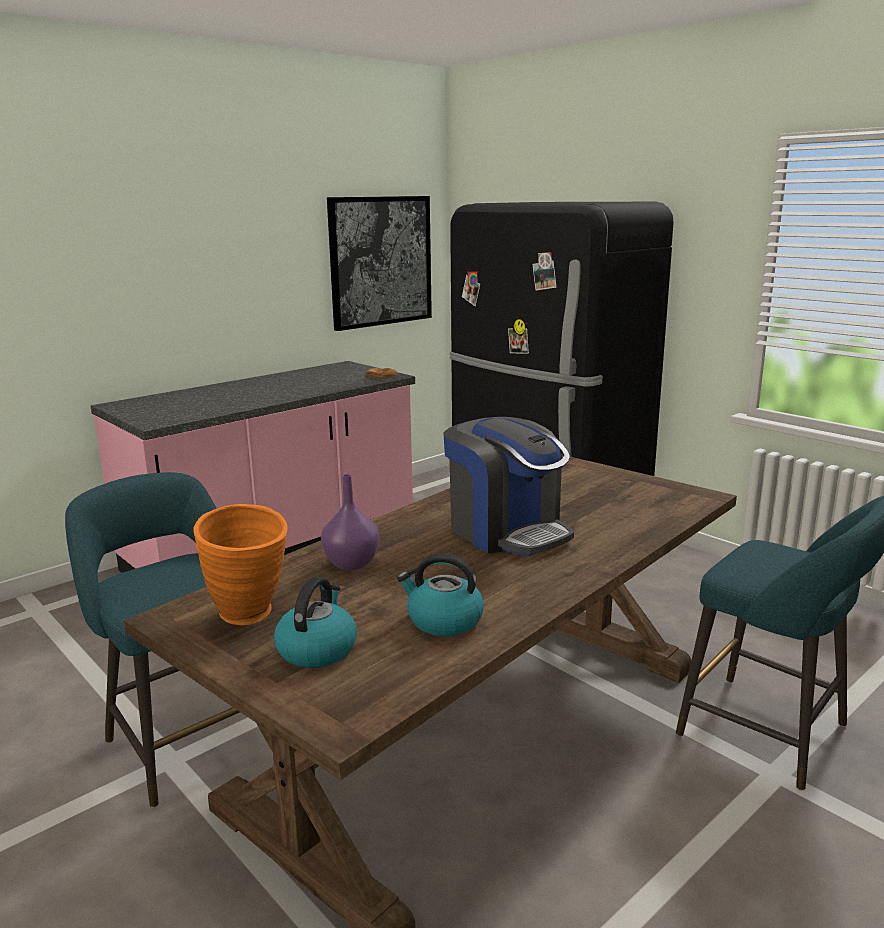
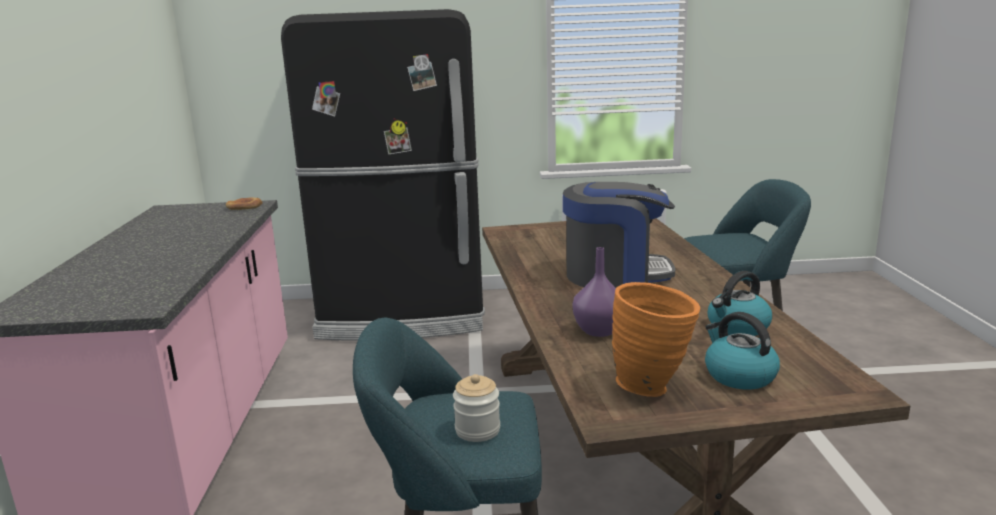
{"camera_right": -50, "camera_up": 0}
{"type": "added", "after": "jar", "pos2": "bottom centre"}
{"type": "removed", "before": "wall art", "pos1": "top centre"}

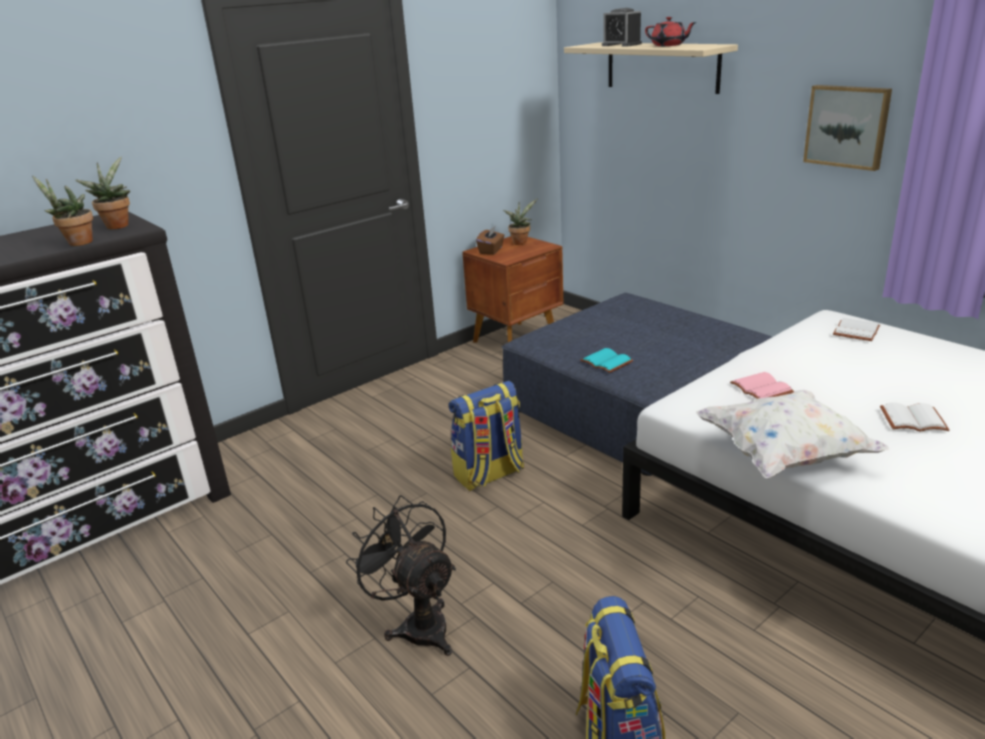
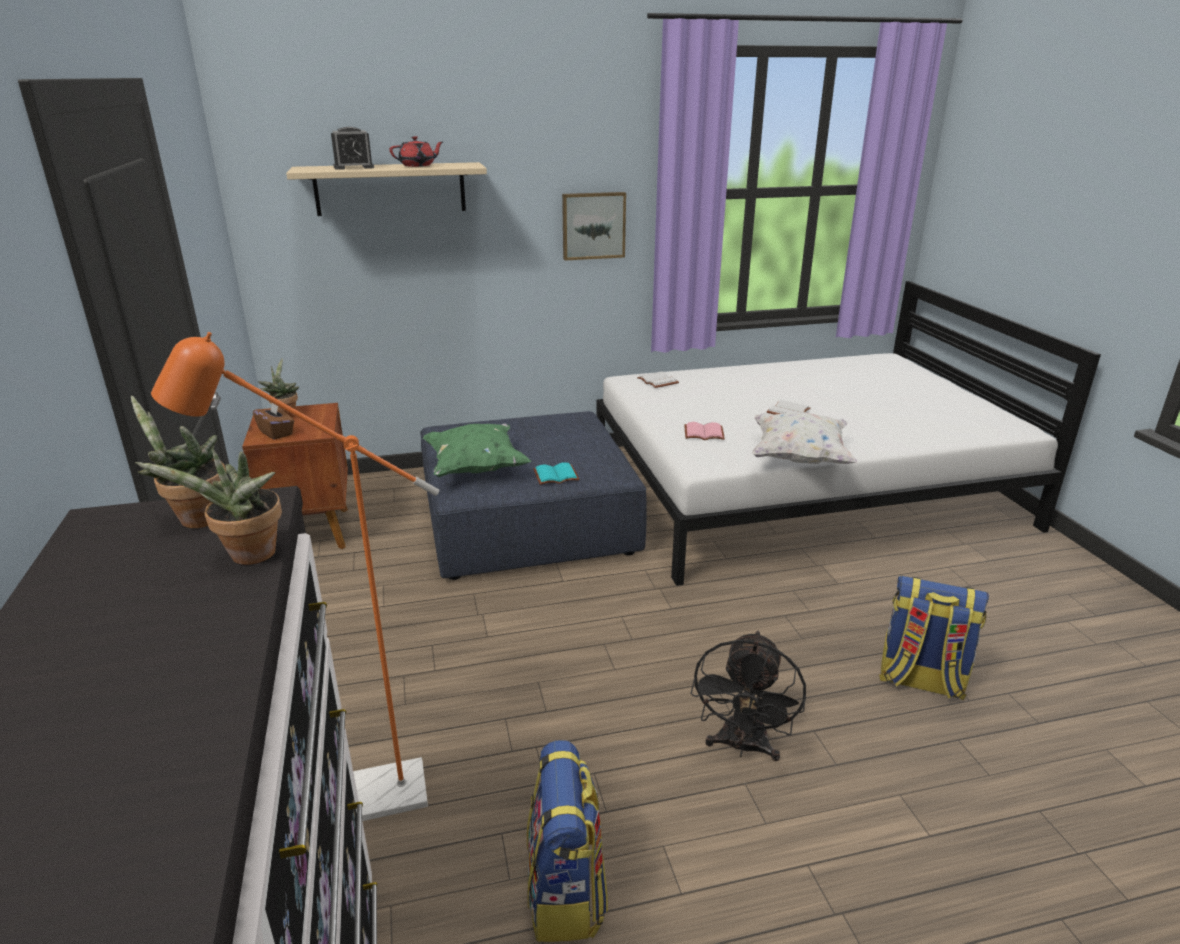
{"camera_right": -65, "camera_up": 0}
{"type": "added", "after": "orangey standard lamp", "pos2": "middle left"}
{"type": "added", "after": "greenish pillow", "pos2": "centre"}
{"type": "moved", "before": "rucksack (1st from left)", "pos1": "centre", "pos2": "bottom centre"}
{"type": "turned", "before": "blackish cooling fan", "pos1": "bottom centre", "pos2": "bottom centre", "turn": -60}

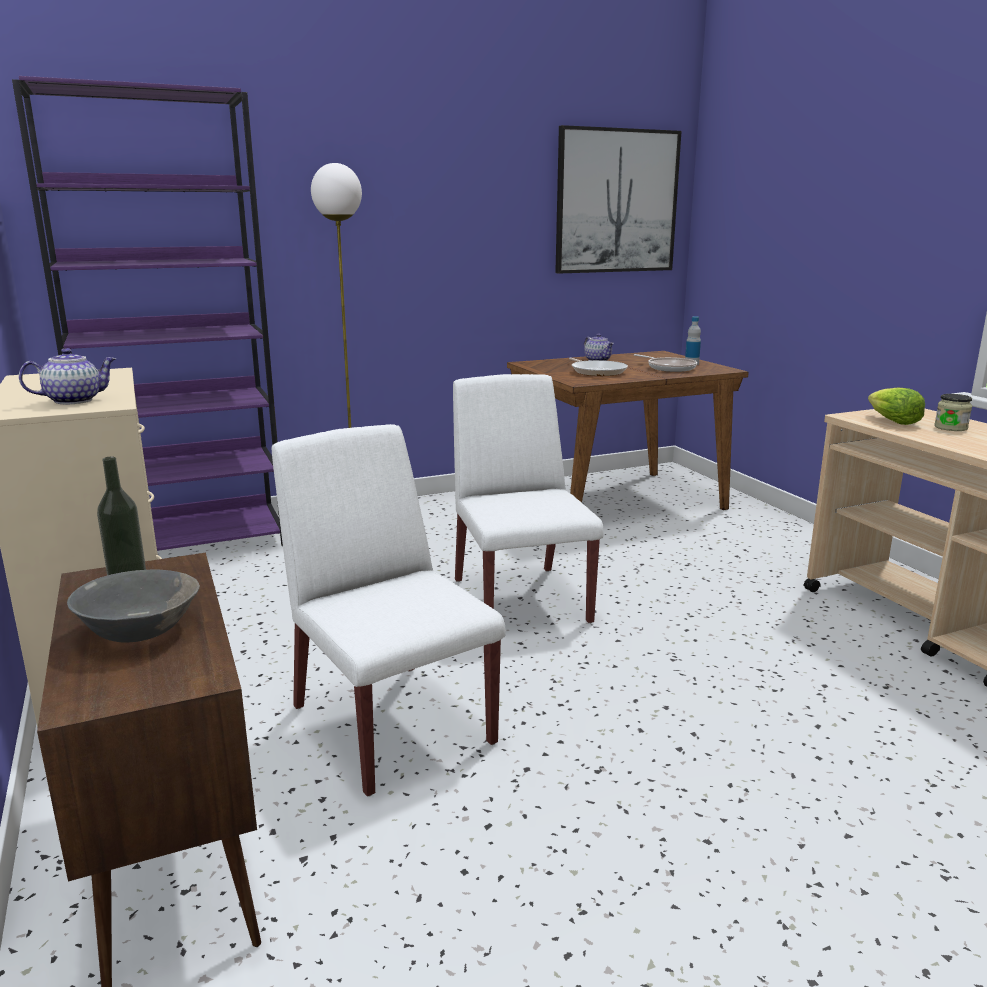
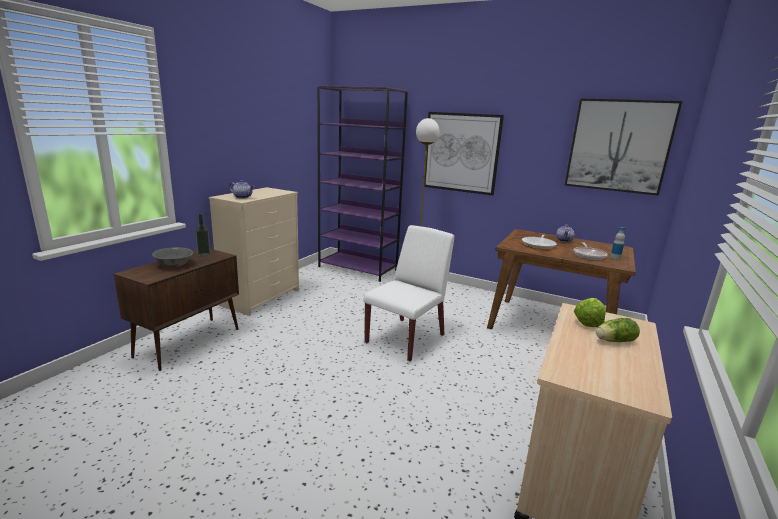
{"camera_right": 50, "camera_up": 0}
{"type": "added", "after": "wall art (1st from left)", "pos2": "top centre"}
{"type": "replaced", "before": "jar", "after": "head of lettuce (2nd from left)", "pos1": "middle right", "pos2": "middle right"}
{"type": "removed", "before": "white chair (1st from left)", "pos1": "centre"}

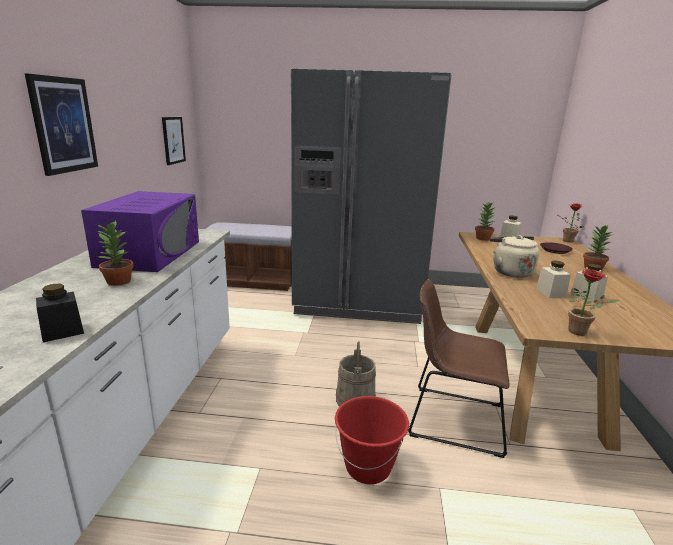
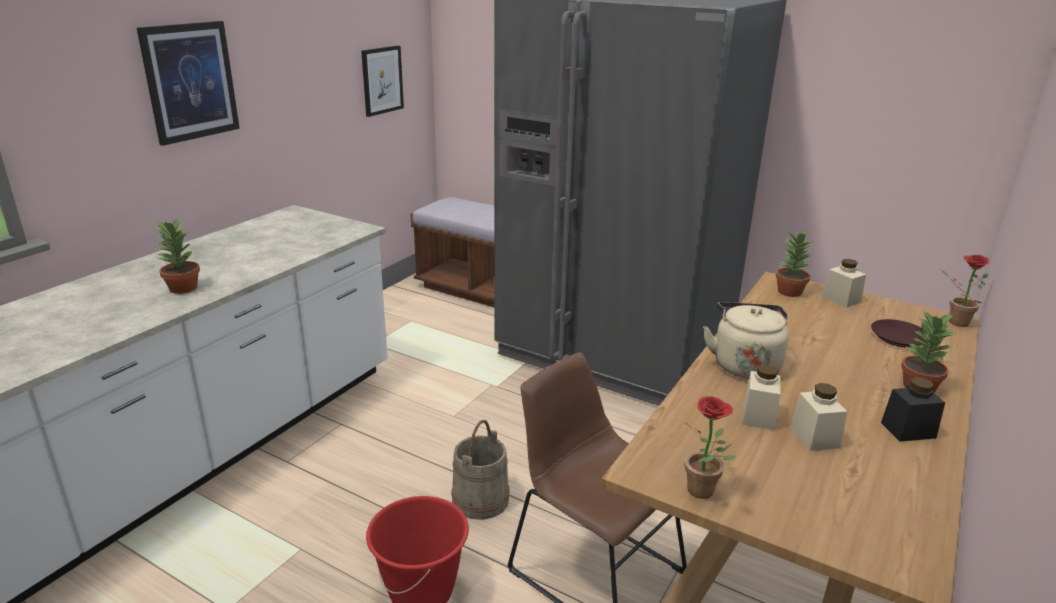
{"camera_right": 25, "camera_up": 5}
{"type": "moved", "before": "blackish jar", "pos1": "middle left", "pos2": "bottom right"}
{"type": "removed", "before": "purple kitchen microwave", "pos1": "middle left"}

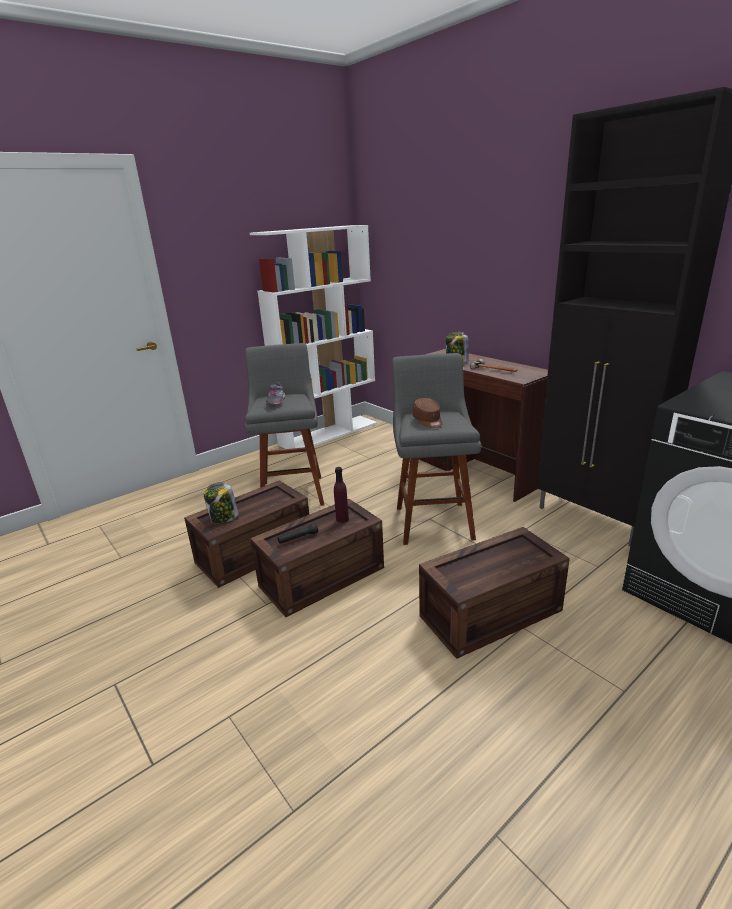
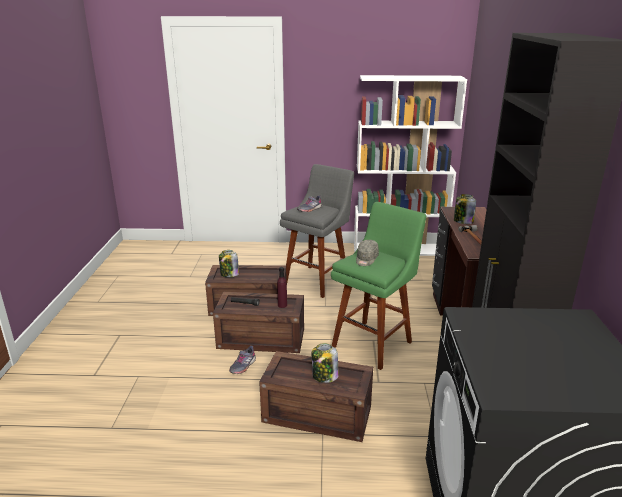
{"camera_right": 40, "camera_up": 0}
{"type": "added", "after": "grey item of footwear (1st from left)", "pos2": "bottom centre"}
{"type": "added", "after": "jar (2nd from left)", "pos2": "bottom centre"}
{"type": "recoloured", "before": "grey stool (2nd from left)", "after": "greenish stool", "pos1": "centre", "pos2": "centre"}
{"type": "recoloured", "before": "brownish cap", "after": "grey cap", "pos1": "centre", "pos2": "centre"}

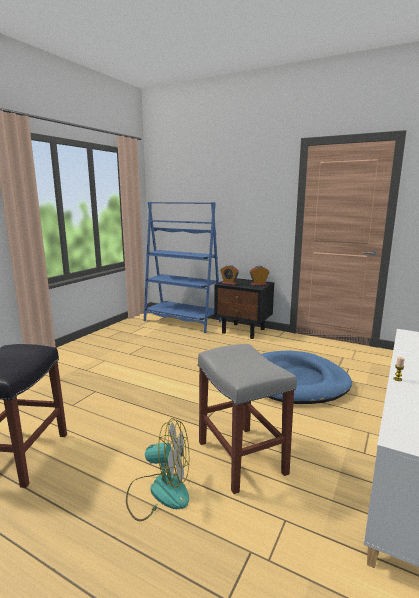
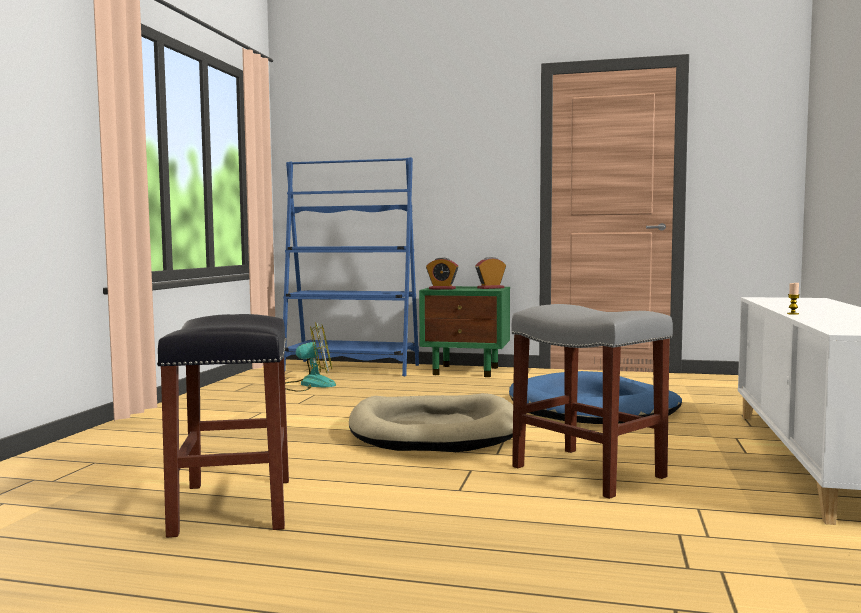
{"camera_right": -15, "camera_up": -10}
{"type": "moved", "before": "cooling fan", "pos1": "bottom centre", "pos2": "centre"}
{"type": "added", "after": "beige pet bed", "pos2": "bottom centre"}
{"type": "recoloured", "before": "blackish bedside table", "after": "greenish bedside table", "pos1": "centre", "pos2": "centre"}

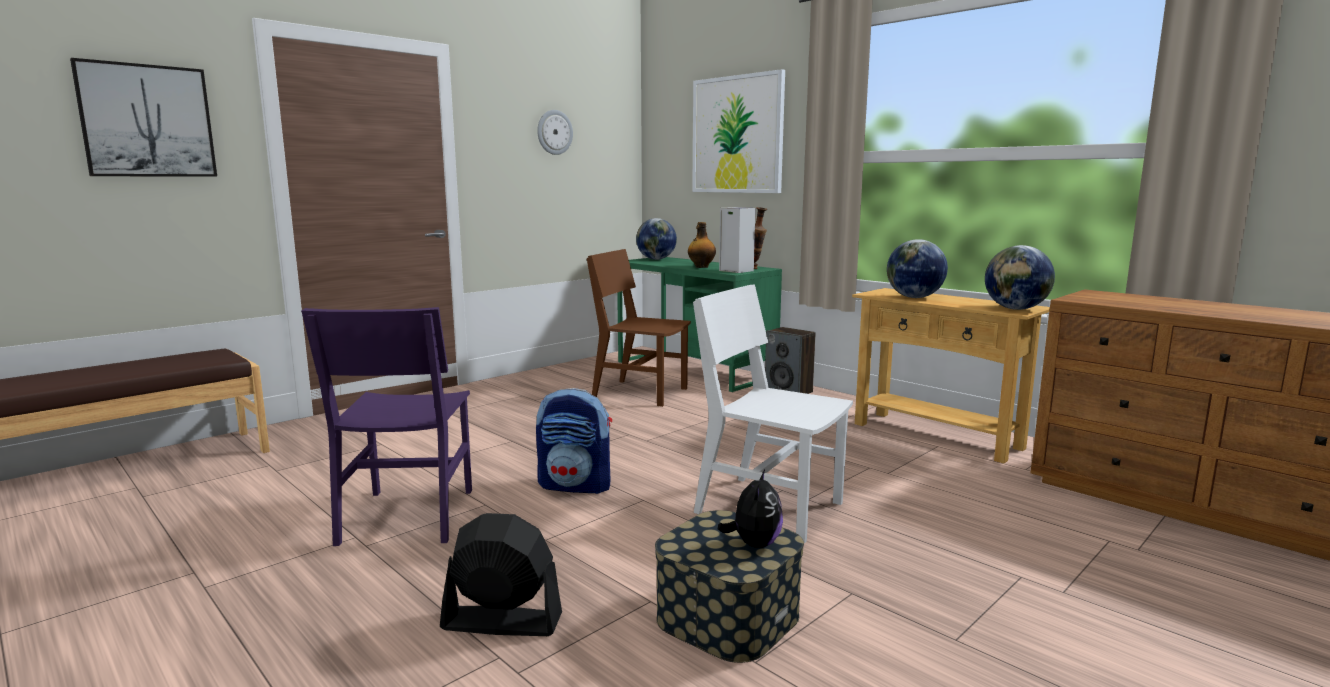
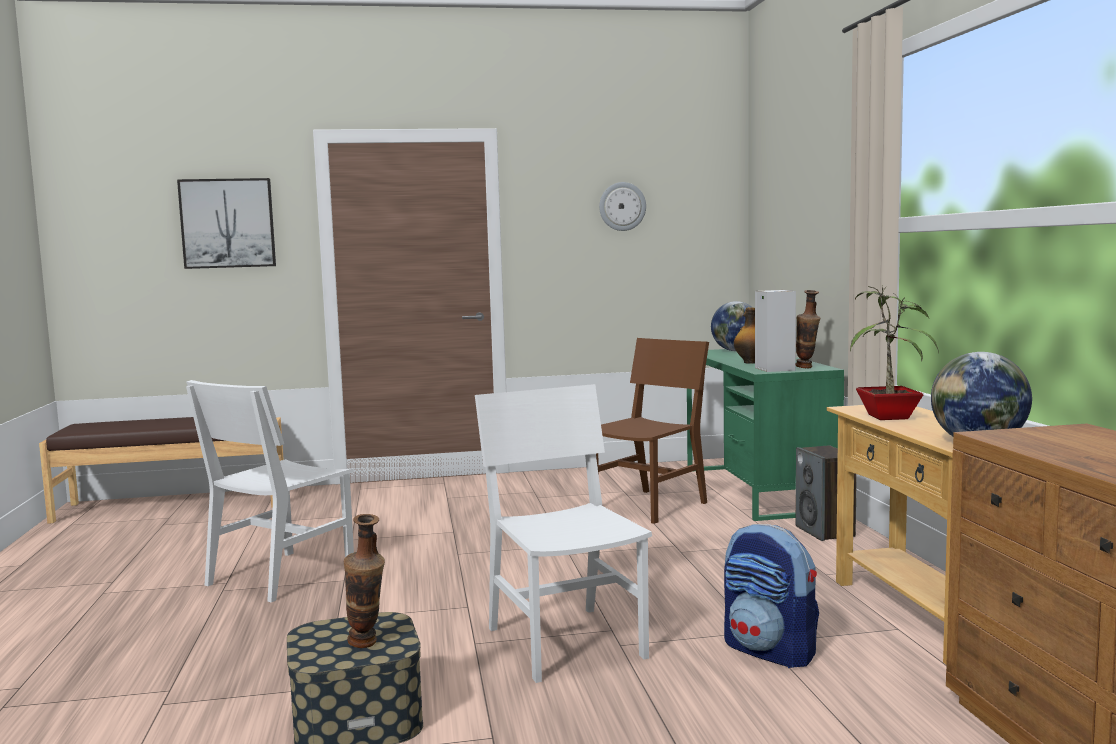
{"camera_right": 35, "camera_up": -5}
{"type": "recoloured", "before": "purple chair", "after": "white chair (1st from left)", "pos1": "middle left", "pos2": "middle left"}
{"type": "replaced", "before": "soft toy", "after": "flower vase (1st from left)", "pos1": "bottom centre", "pos2": "bottom left"}
{"type": "turned", "before": "brownish chair", "pos1": "centre", "pos2": "centre", "turn": 75}
{"type": "moved", "before": "rucksack", "pos1": "centre", "pos2": "bottom right"}
{"type": "replaced", "before": "world globe (2nd from left)", "after": "houseplant", "pos1": "middle right", "pos2": "middle right"}
{"type": "removed", "before": "blackish cooling fan", "pos1": "bottom centre"}
{"type": "removed", "before": "wall art (2nd from left)", "pos1": "top centre"}

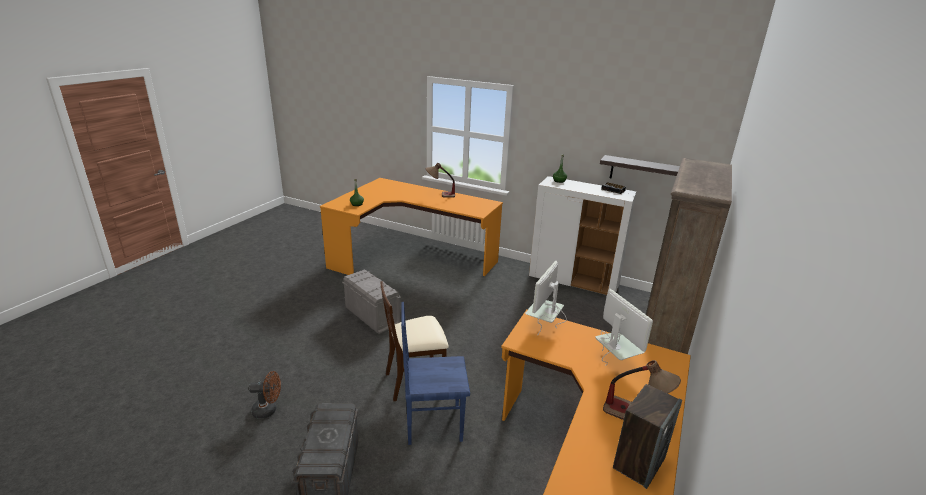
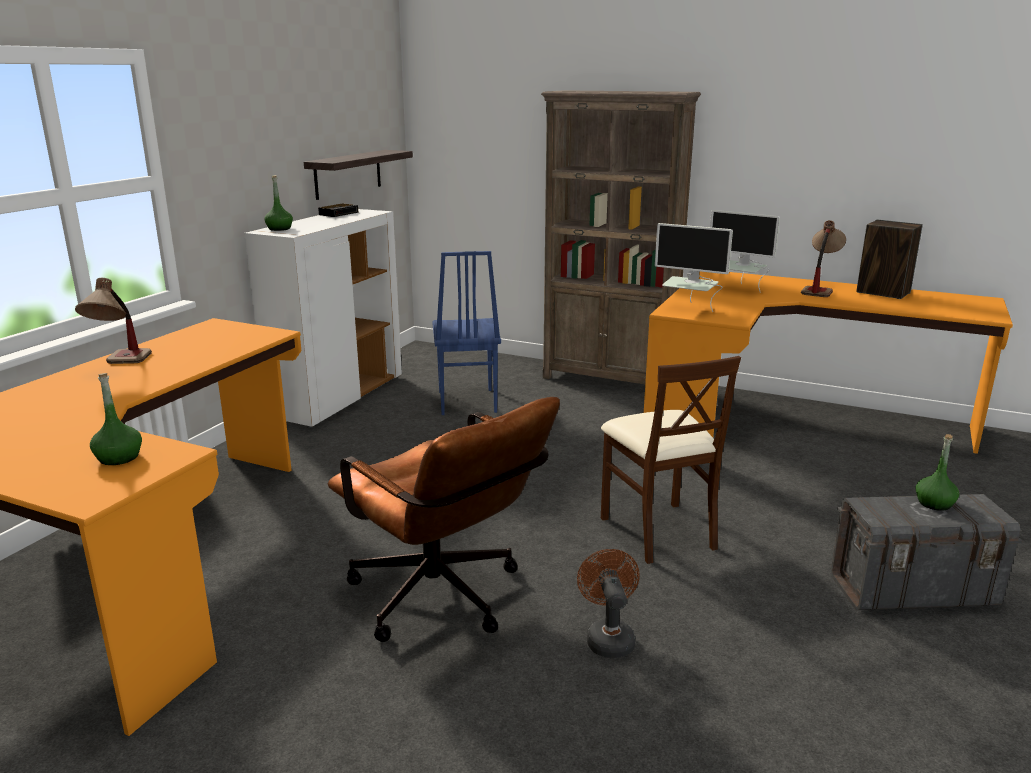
{"camera_right": -90, "camera_up": -5}
{"type": "replaced", "before": "grey storage bin (2nd from left)", "after": "brownish office chair", "pos1": "centre", "pos2": "bottom centre"}
{"type": "moved", "before": "blue chair", "pos1": "bottom centre", "pos2": "centre"}
{"type": "moved", "before": "brownish cooling fan", "pos1": "bottom left", "pos2": "bottom centre"}
{"type": "turned", "before": "computer display (2nd from left)", "pos1": "middle right", "pos2": "top right", "turn": -120}
{"type": "added", "after": "greenish bottle (3rd from left)", "pos2": "middle right"}

